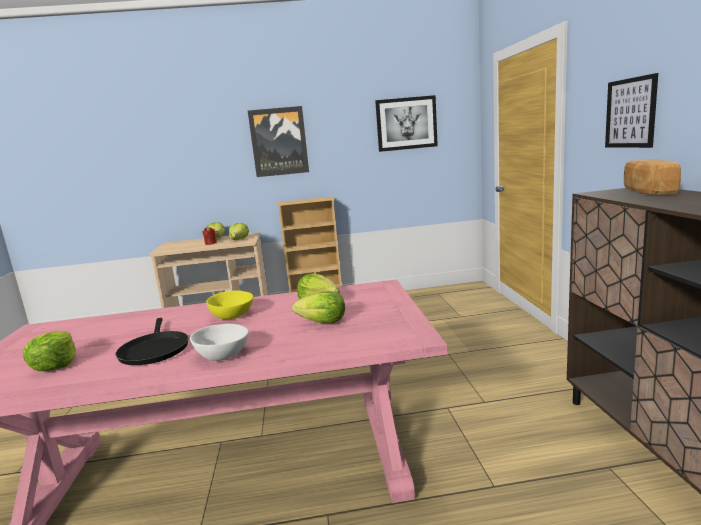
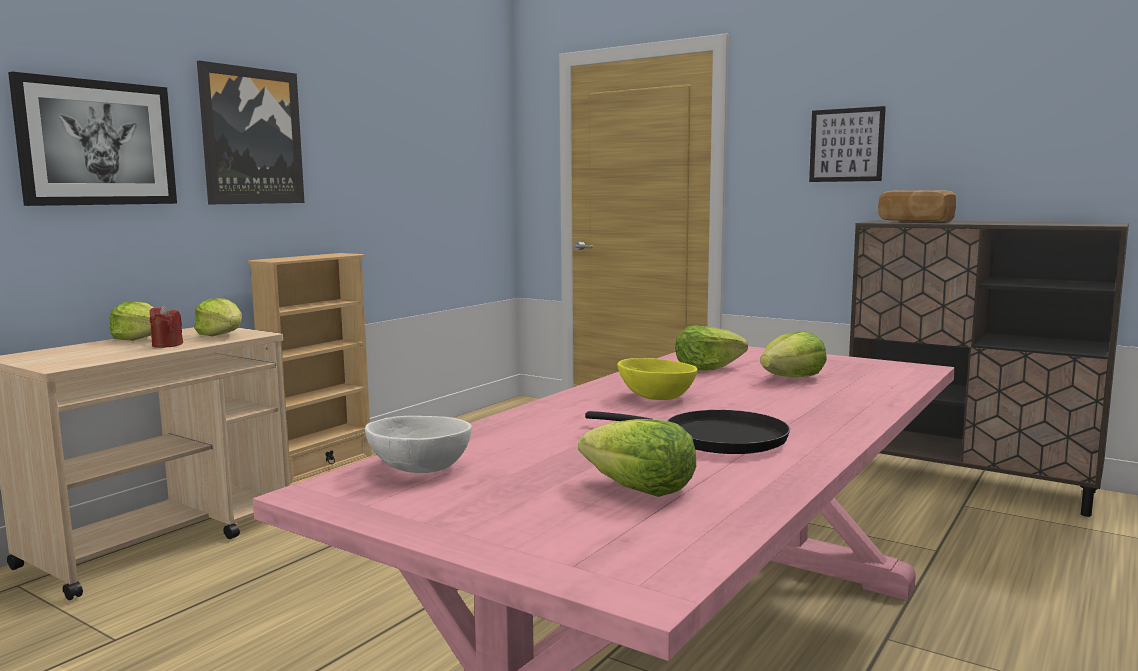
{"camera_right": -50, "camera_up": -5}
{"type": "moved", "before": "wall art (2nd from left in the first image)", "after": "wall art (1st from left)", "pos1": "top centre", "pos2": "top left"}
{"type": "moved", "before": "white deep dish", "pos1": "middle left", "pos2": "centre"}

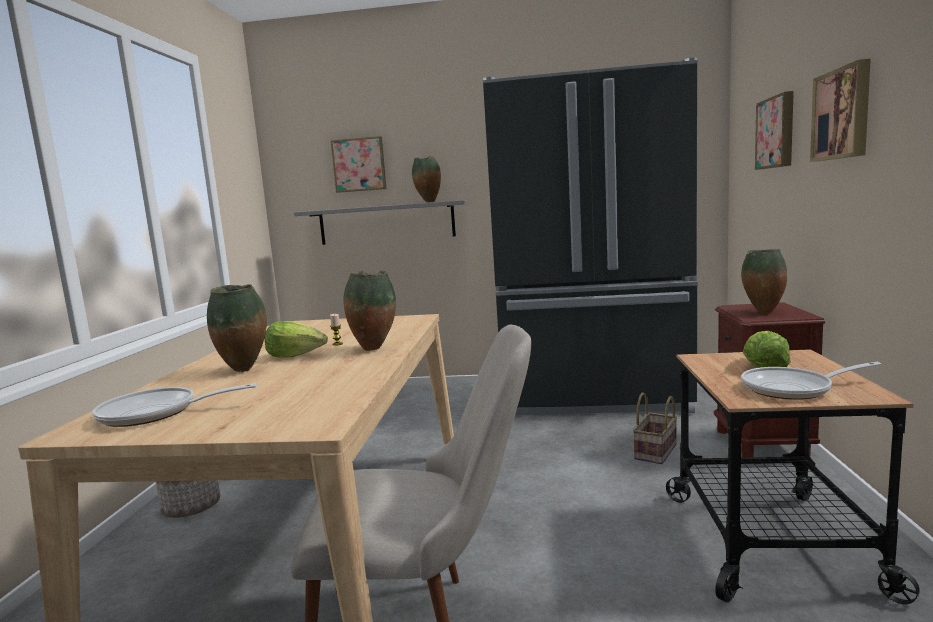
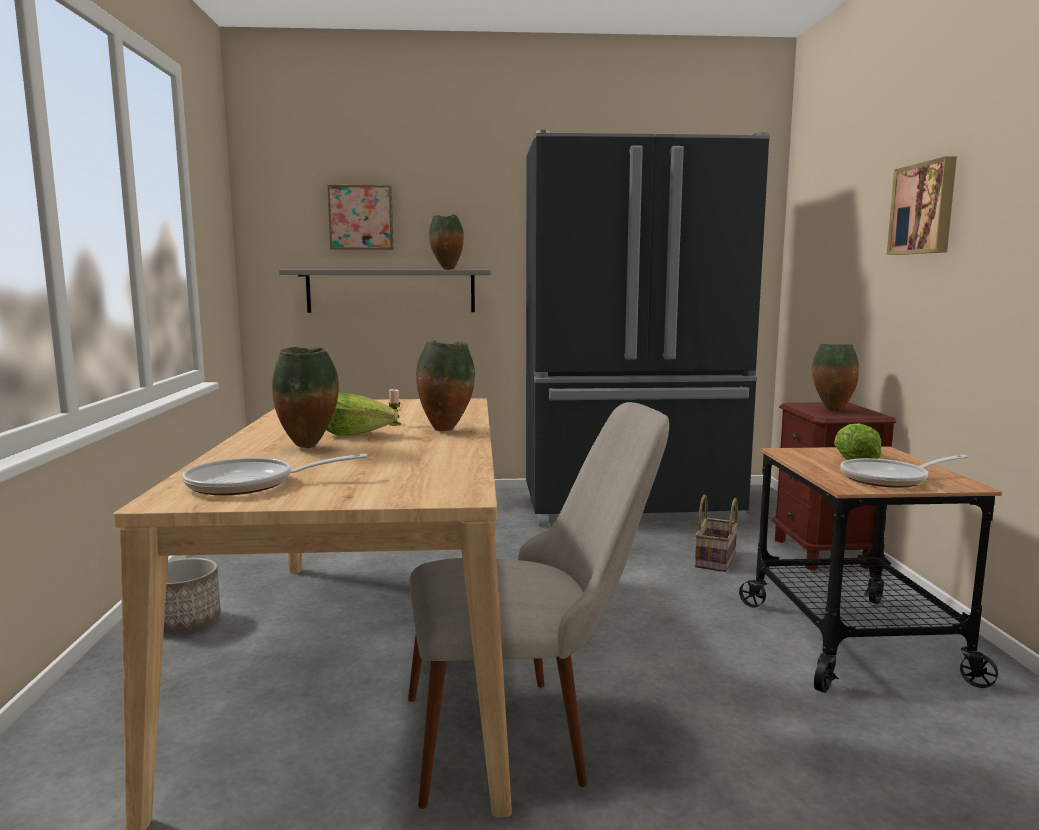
{"camera_right": -10, "camera_up": 0}
{"type": "removed", "before": "wall art (2nd from left)", "pos1": "top right"}

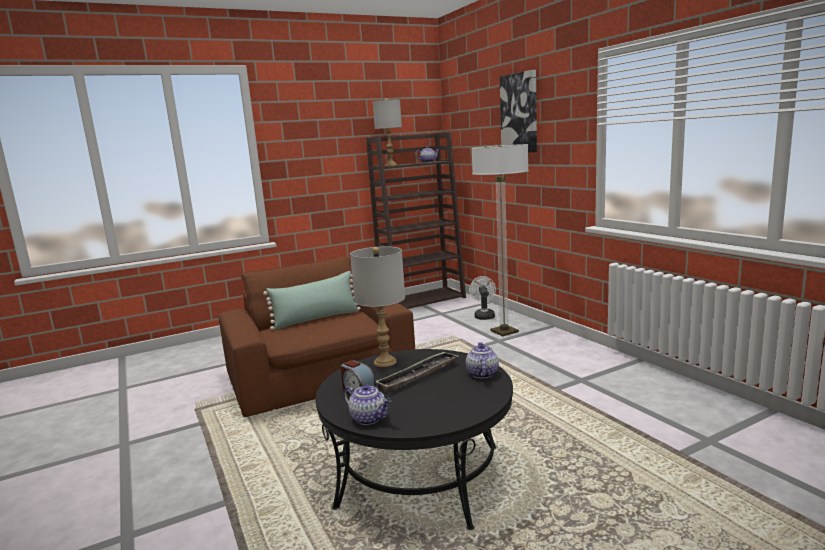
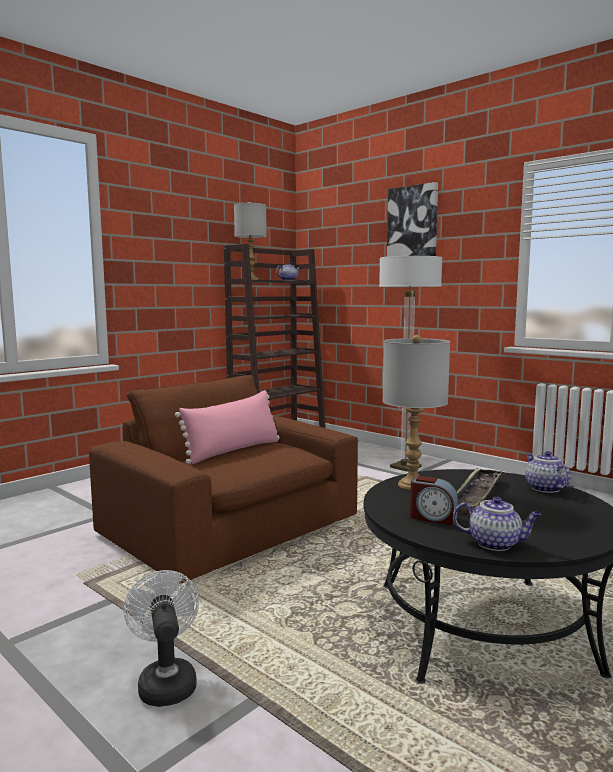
{"camera_right": -20, "camera_up": -5}
{"type": "moved", "before": "white cooling fan", "pos1": "centre", "pos2": "bottom left"}
{"type": "recoloured", "before": "greenish pillow", "after": "pink-coloured pillow", "pos1": "centre", "pos2": "centre"}

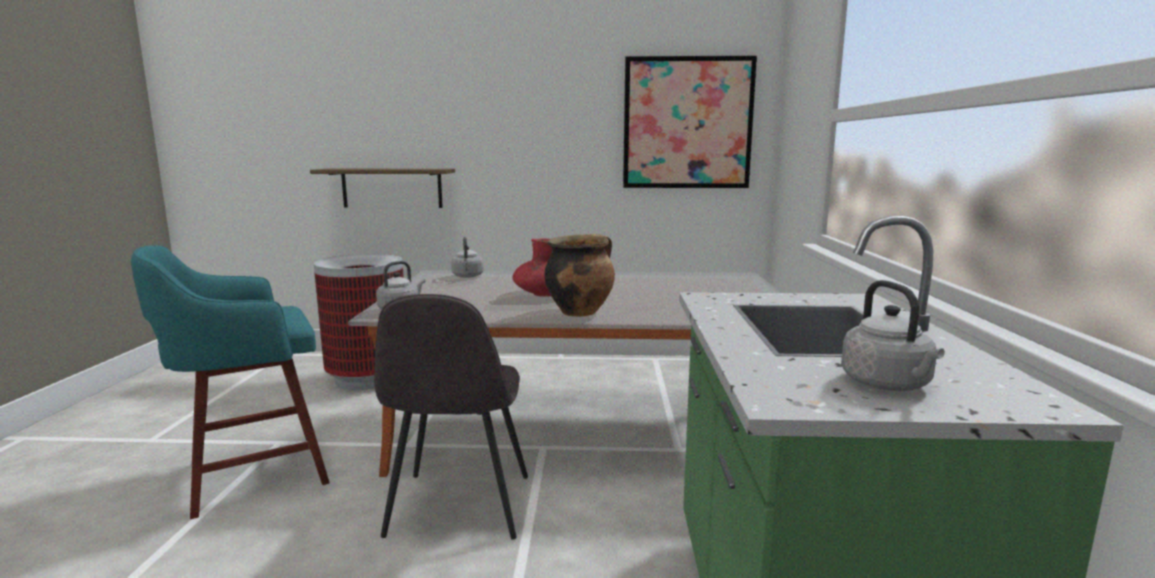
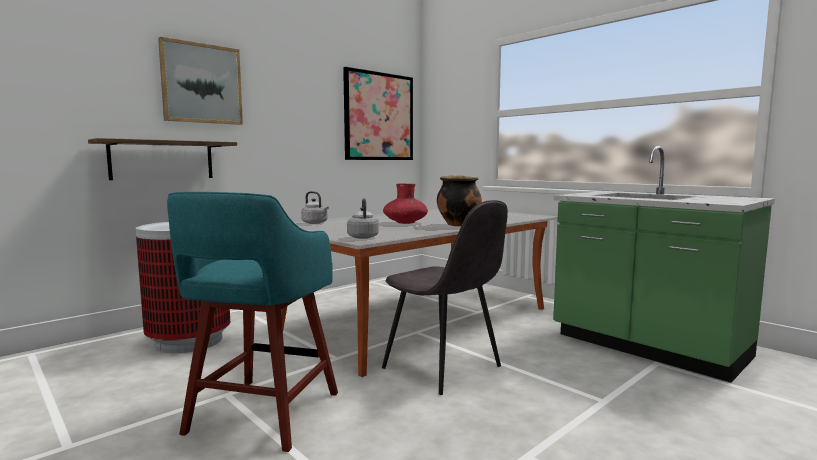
{"camera_right": -45, "camera_up": -5}
{"type": "added", "after": "wall art (1st from left)", "pos2": "top left"}
{"type": "removed", "before": "grey kettle (3rd from left)", "pos1": "middle right"}

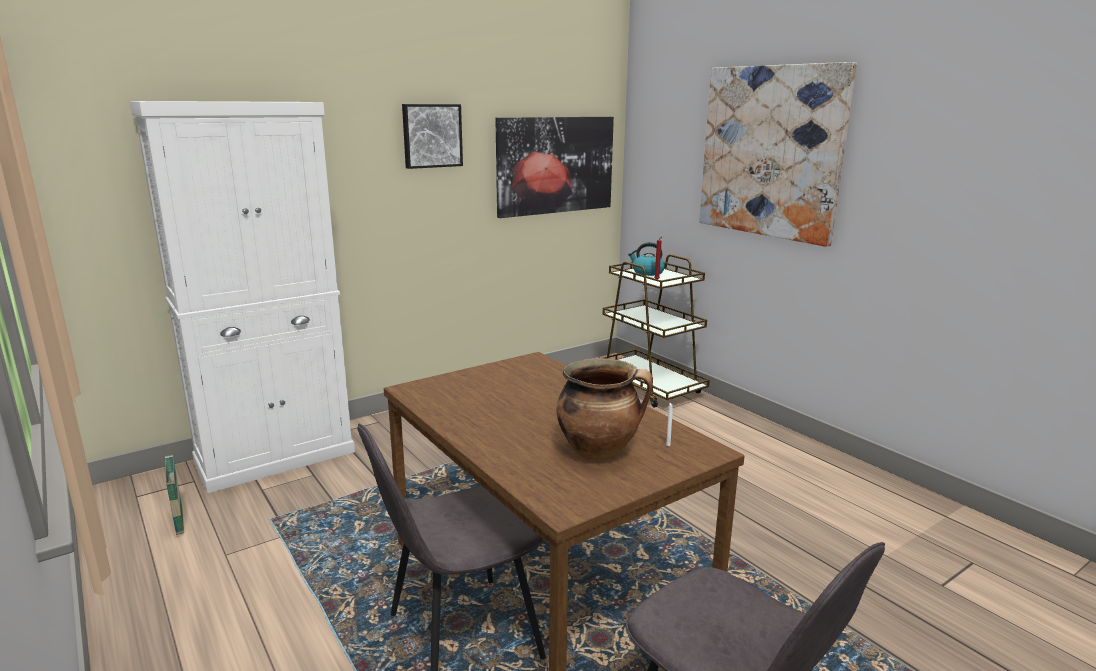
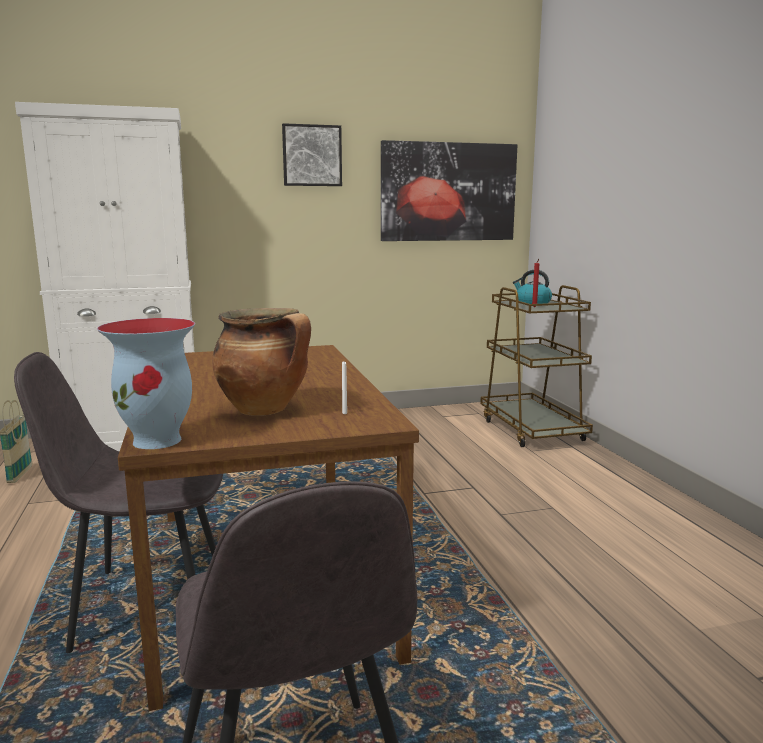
{"camera_right": 20, "camera_up": -5}
{"type": "added", "after": "flower vase", "pos2": "middle left"}
{"type": "removed", "before": "wall art (3rd from left)", "pos1": "top right"}

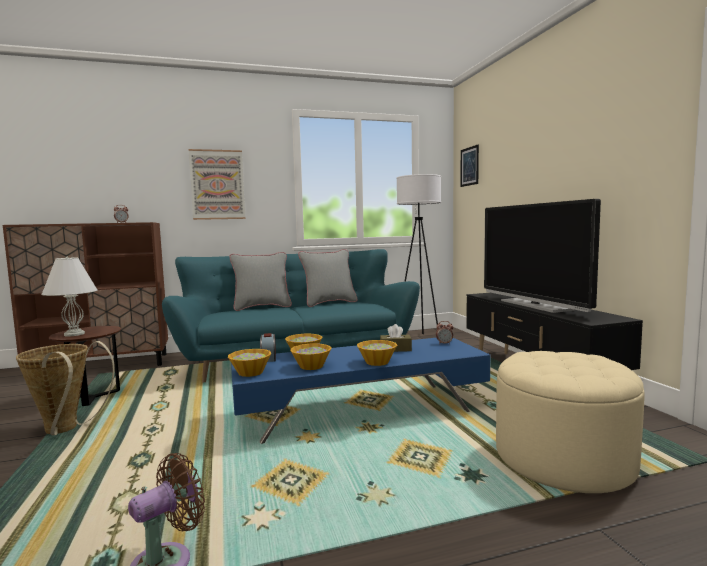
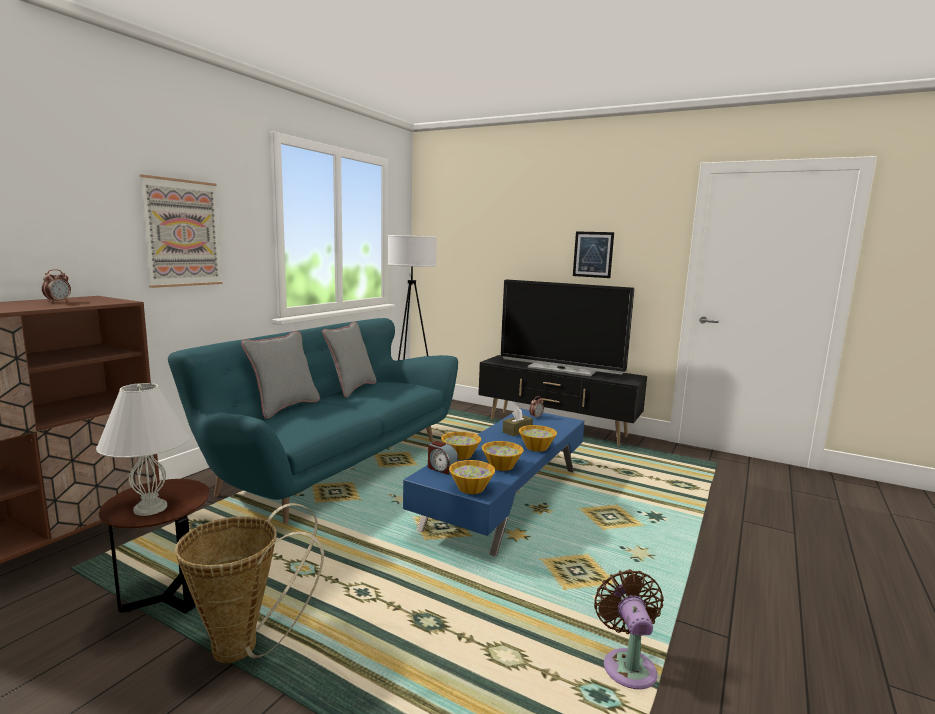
{"camera_right": -45, "camera_up": 5}
{"type": "moved", "before": "wall art (2nd from left)", "pos1": "top centre", "pos2": "centre"}
{"type": "removed", "before": "beige ottoman", "pos1": "bottom right"}

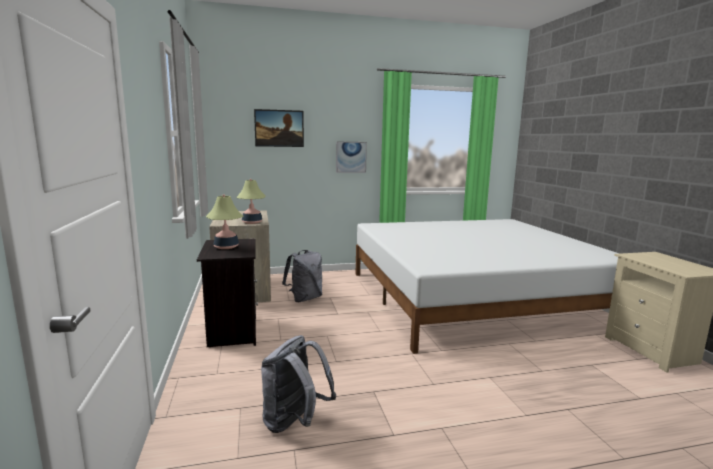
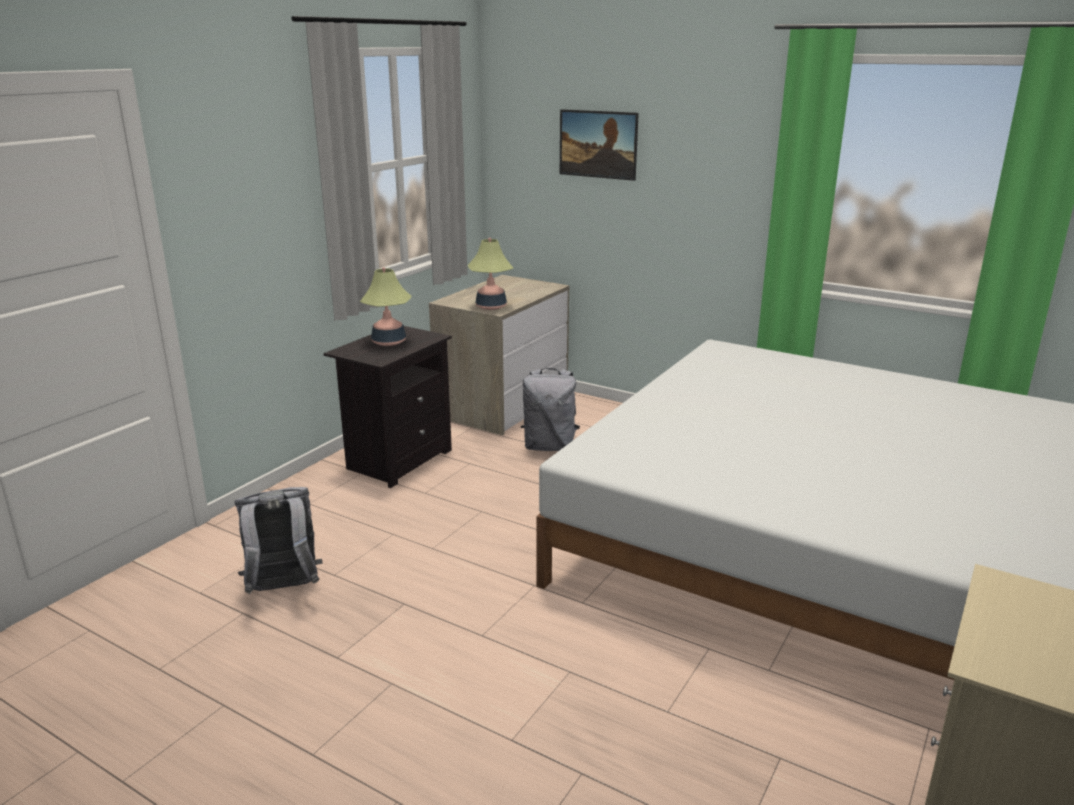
{"camera_right": 45, "camera_up": 10}
{"type": "removed", "before": "wall art (2nd from left)", "pos1": "centre"}

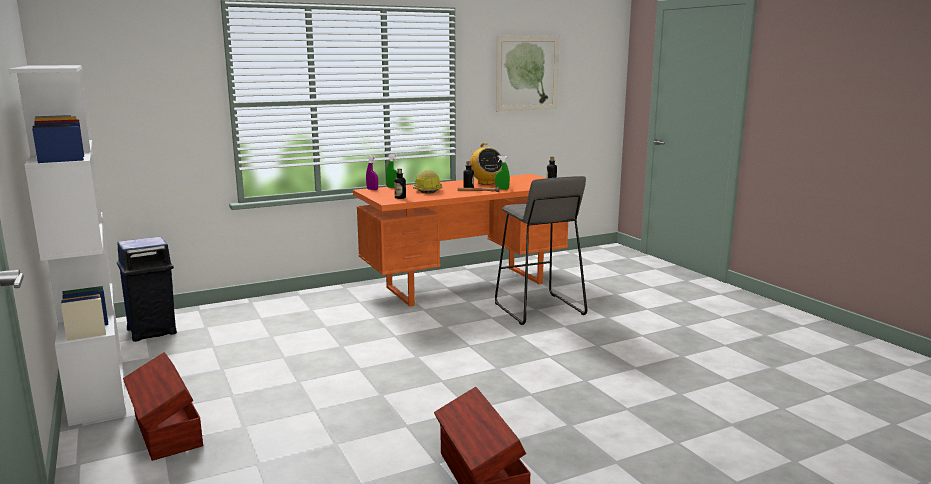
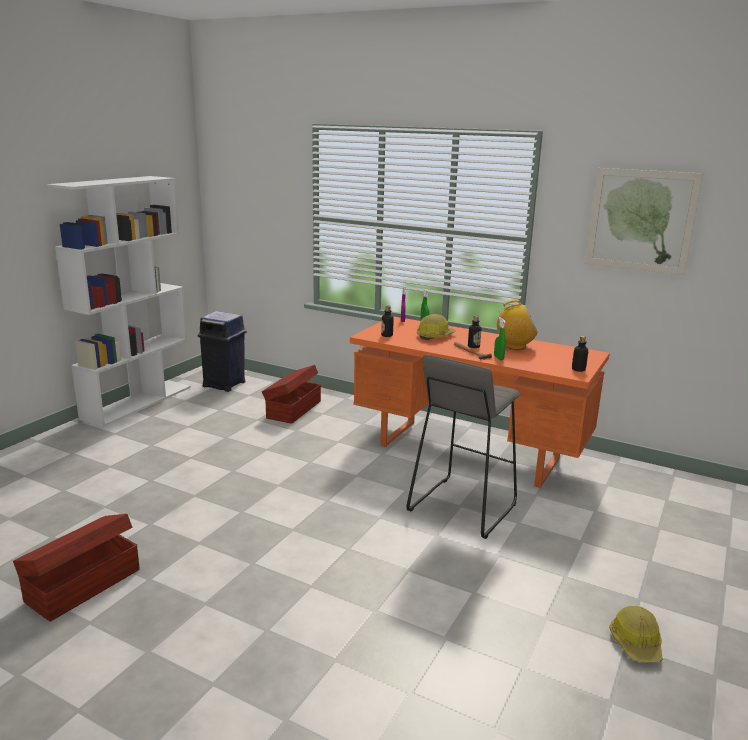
{"camera_right": 55, "camera_up": 5}
{"type": "moved", "before": "brownish storage bin (1st from left in the first image)", "after": "brownish storage bin (2nd from left)", "pos1": "bottom left", "pos2": "centre"}
{"type": "turned", "before": "radio receiver", "pos1": "centre", "pos2": "middle right", "turn": -120}
{"type": "added", "after": "hard hat (2nd from left)", "pos2": "bottom right"}

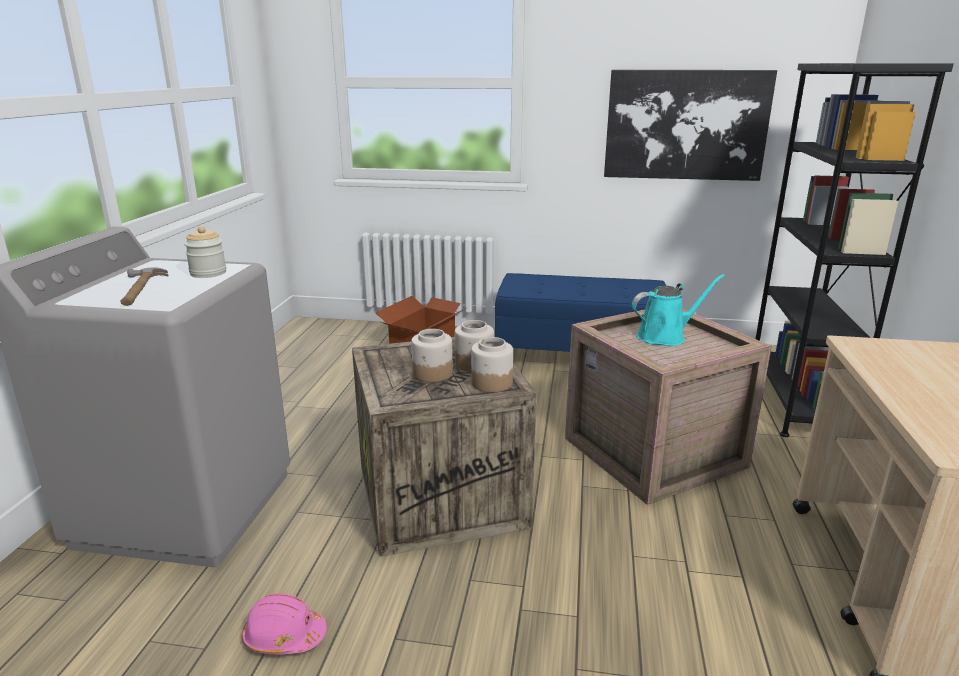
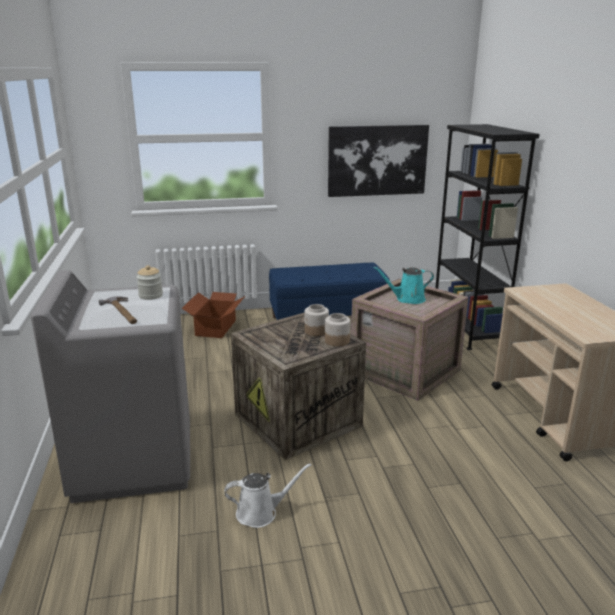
{"camera_right": -20, "camera_up": 0}
{"type": "replaced", "before": "pink-coloured hard hat", "after": "white sprinkling can", "pos1": "bottom left", "pos2": "bottom centre"}
{"type": "turned", "before": "turquoise sprinkling can", "pos1": "middle right", "pos2": "centre", "turn": -150}
{"type": "removed", "before": "jar (2nd from left)", "pos1": "centre"}

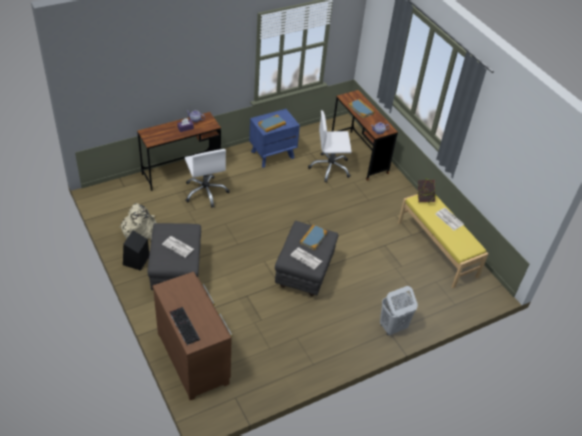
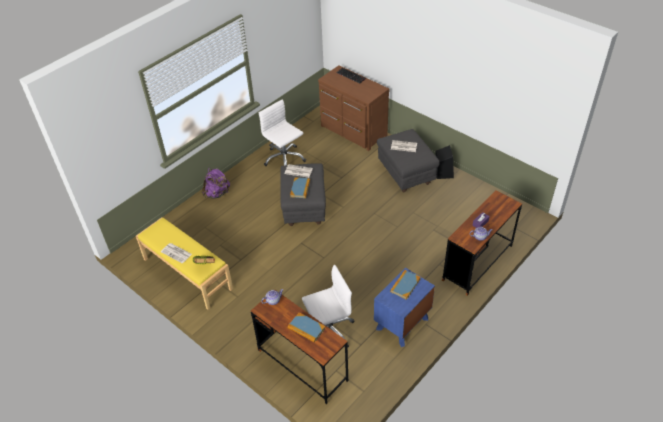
{"camera_right": 165, "camera_up": 0}
{"type": "replaced", "before": "white washing basket", "after": "purple rucksack", "pos1": "bottom right", "pos2": "middle left"}
{"type": "moved", "before": "white office chair (1st from left)", "pos1": "centre", "pos2": "top centre"}
{"type": "removed", "before": "beige rucksack", "pos1": "middle left"}

